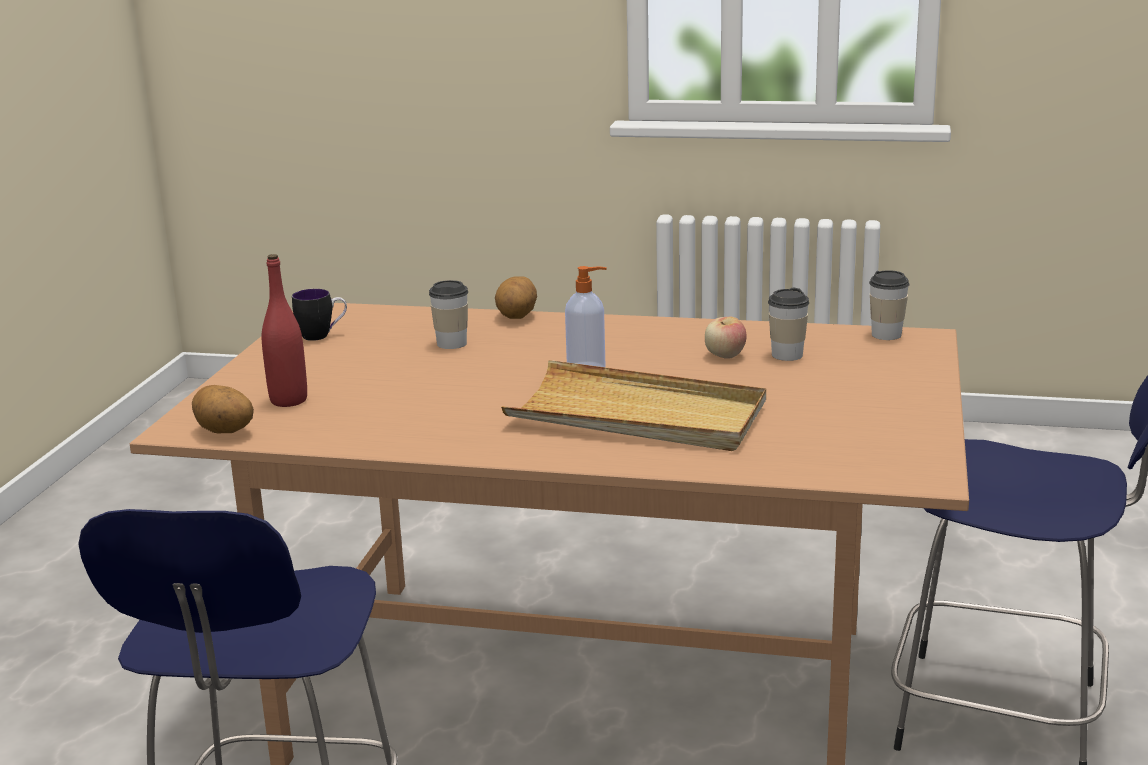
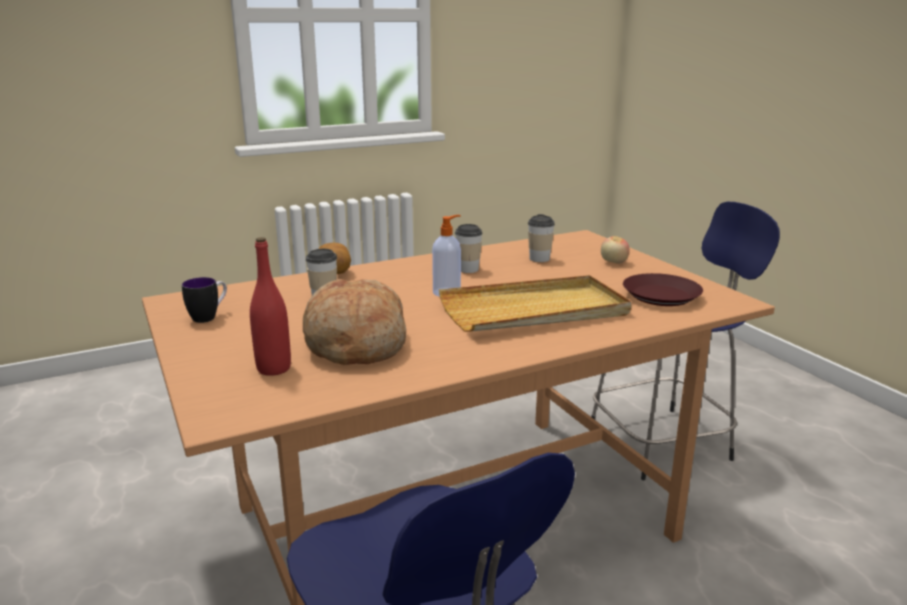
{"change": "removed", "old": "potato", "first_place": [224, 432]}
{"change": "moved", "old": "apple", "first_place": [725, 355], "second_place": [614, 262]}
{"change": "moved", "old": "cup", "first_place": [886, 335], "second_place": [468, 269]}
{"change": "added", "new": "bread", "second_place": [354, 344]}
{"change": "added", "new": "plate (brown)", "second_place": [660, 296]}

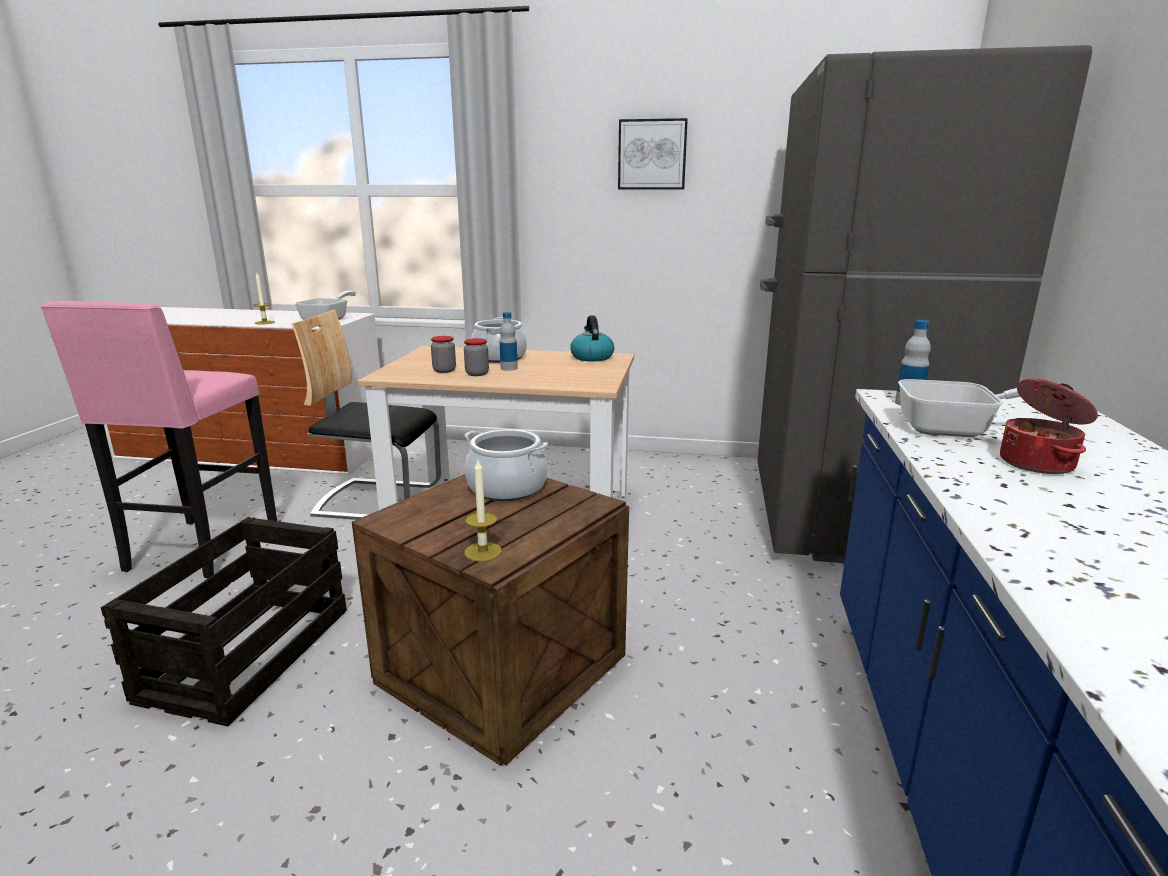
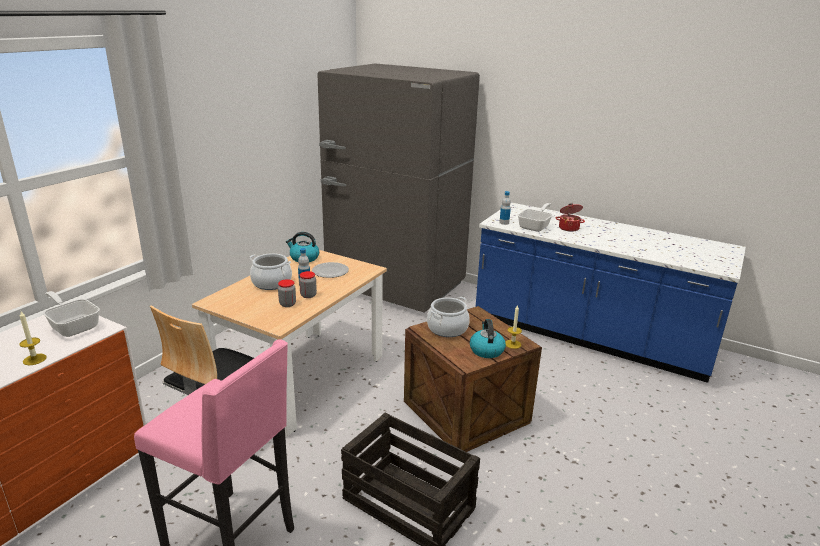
{"change": "removed", "old": "picture", "first_place": [652, 155]}
{"change": "added", "new": "plate", "second_place": [331, 271]}
{"change": "added", "new": "kettle", "second_place": [486, 350]}

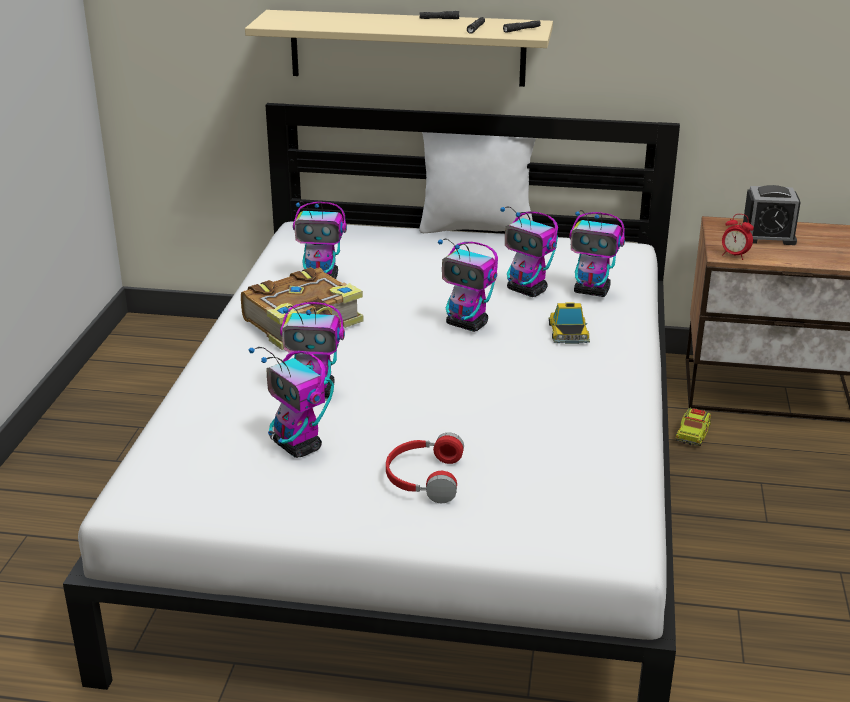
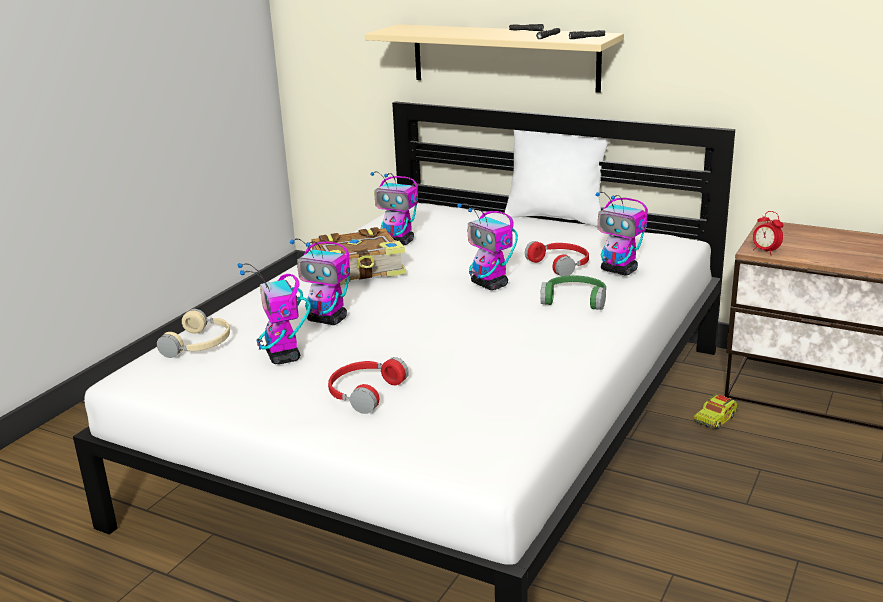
{"change": "replaced", "old": "toy robot", "new": "headphones (red)", "first_place": [527, 290], "second_place": [561, 265]}
{"change": "replaced", "old": "toy car", "new": "headphones (green)", "first_place": [568, 332], "second_place": [575, 299]}
{"change": "removed", "old": "alarm clock", "first_place": [767, 236]}
{"change": "added", "new": "headphones (beige)", "second_place": [200, 344]}

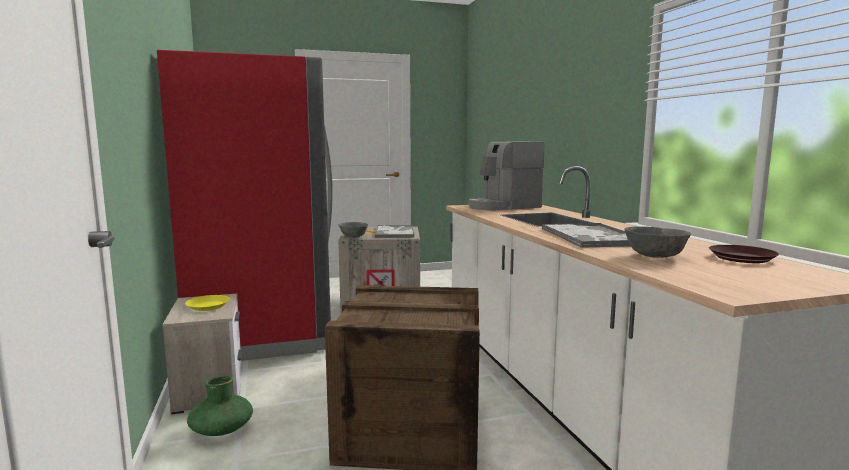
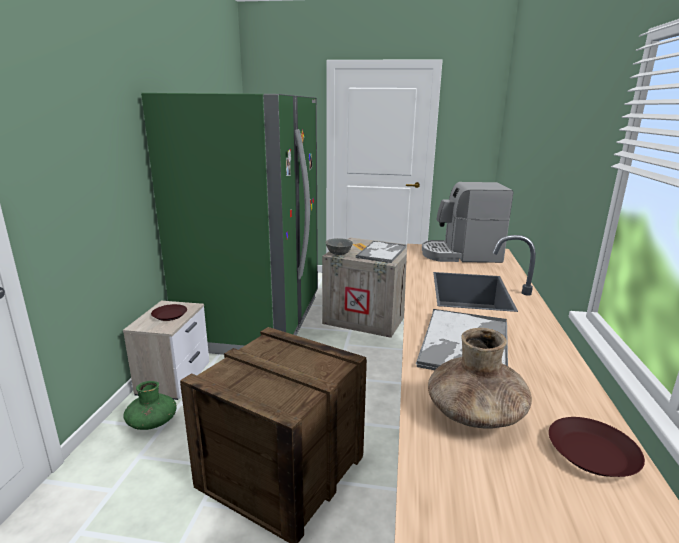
{"change": "recoloured", "old": "fridge (red)", "new": "fridge (green)", "first_place": [262, 328], "second_place": [255, 321]}
{"change": "recoloured", "old": "plate (yellow)", "new": "plate (brown)", "first_place": [207, 306], "second_place": [169, 315]}
{"change": "replaced", "old": "bowl (grey)", "new": "vase (brown)", "first_place": [655, 256], "second_place": [474, 414]}

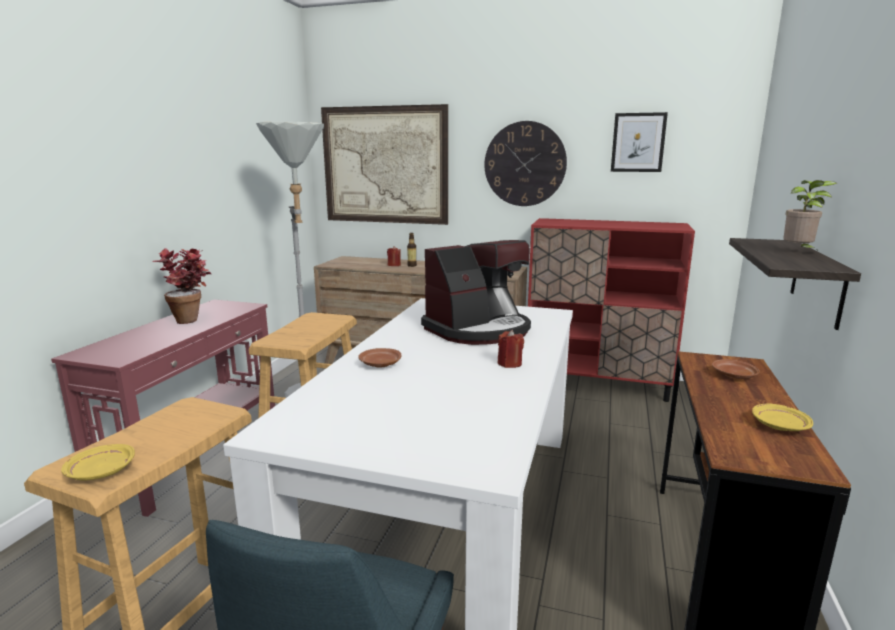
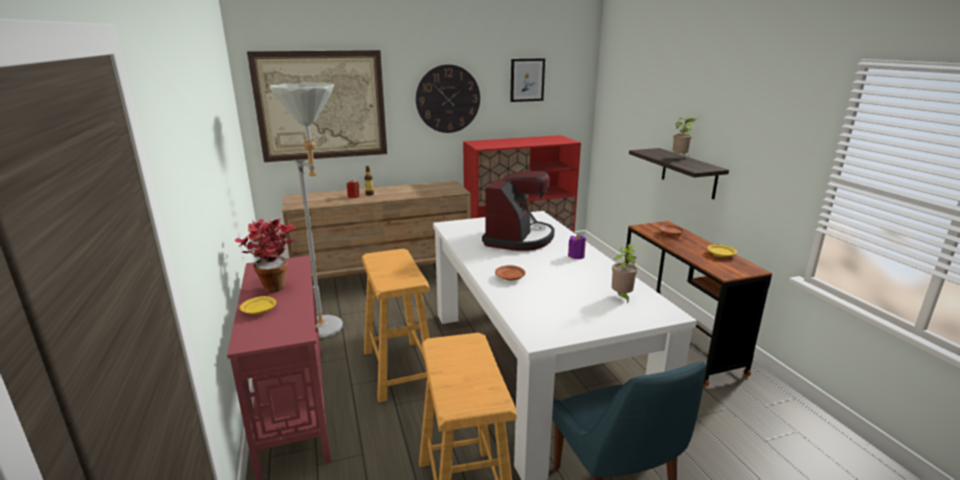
{"change": "moved", "old": "plate (yellow)", "first_place": [100, 472], "second_place": [259, 311]}
{"change": "recoloured", "old": "candle (red)", "new": "candle (purple)", "first_place": [509, 363], "second_place": [576, 256]}
{"change": "added", "new": "potted plant", "second_place": [621, 297]}

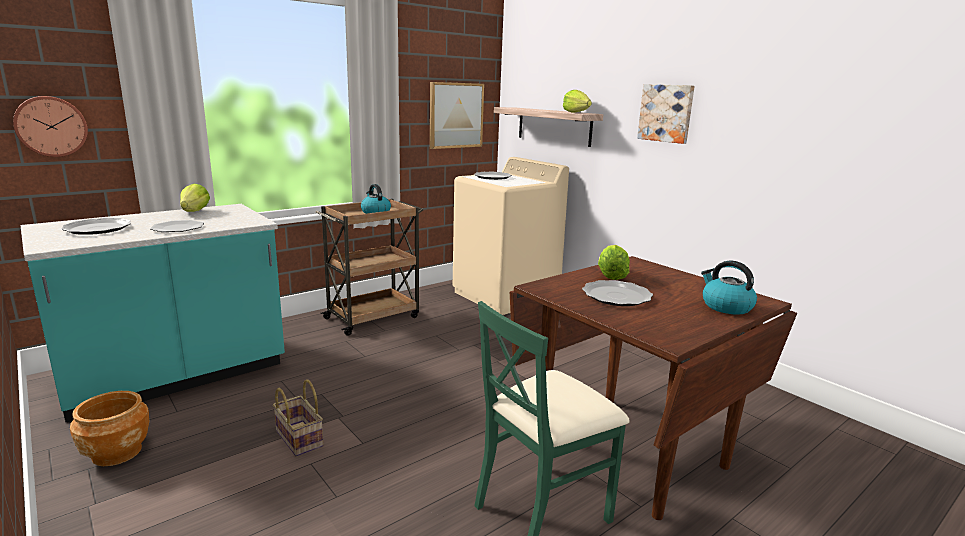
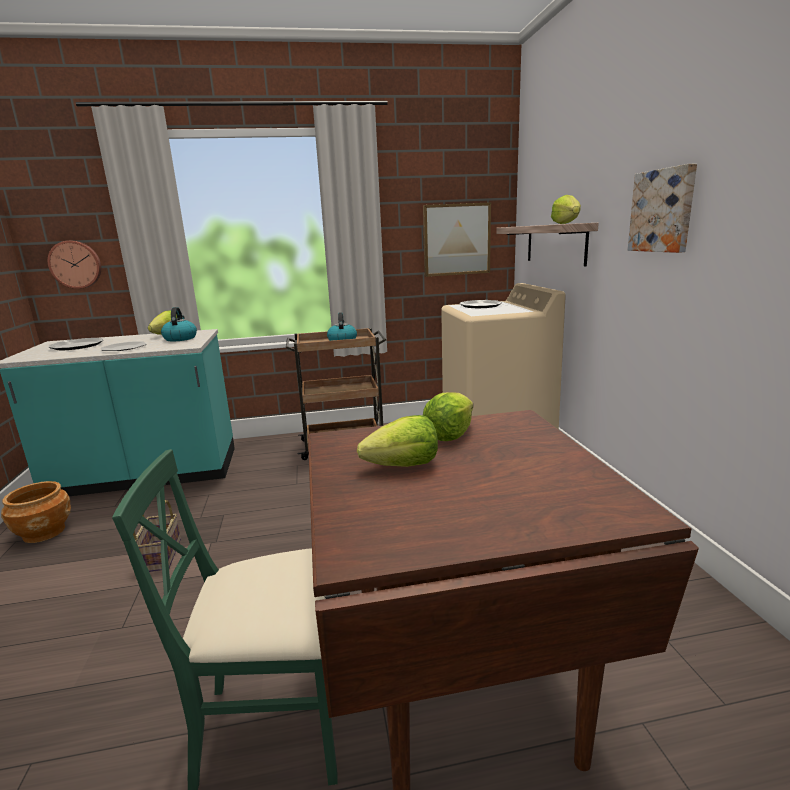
{"change": "replaced", "old": "plate", "new": "lettuce", "first_place": [617, 296], "second_place": [403, 466]}
{"change": "moved", "old": "kettle", "first_place": [725, 306], "second_place": [180, 338]}

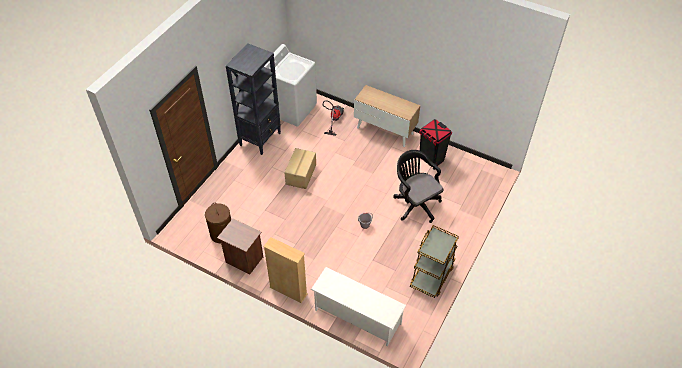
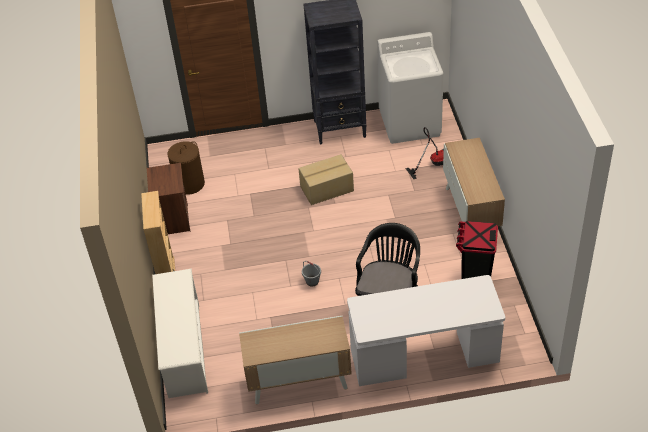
{"change": "replaced", "old": "cart (brown)", "new": "cabinet", "first_place": [432, 276], "second_place": [298, 382]}
{"change": "added", "new": "desk (white)", "second_place": [424, 357]}

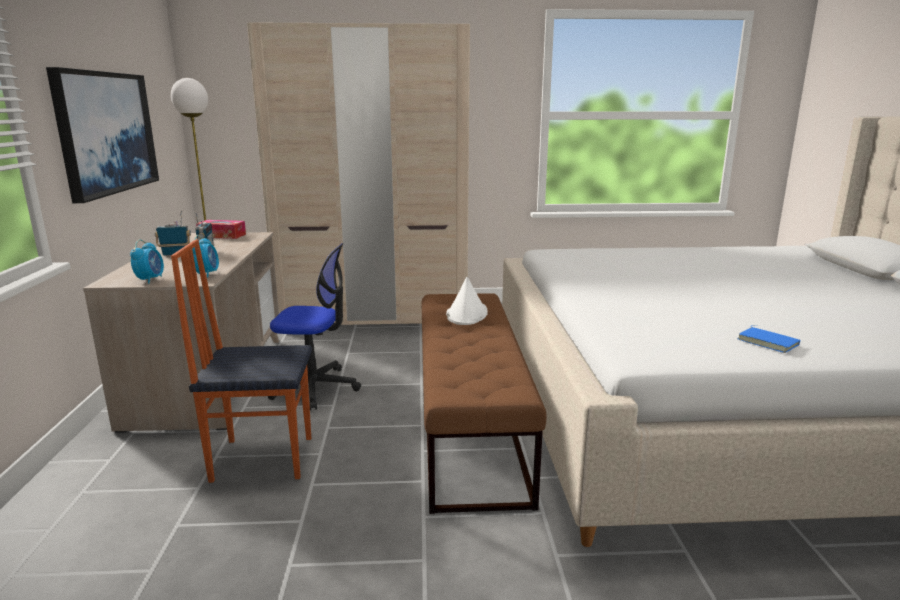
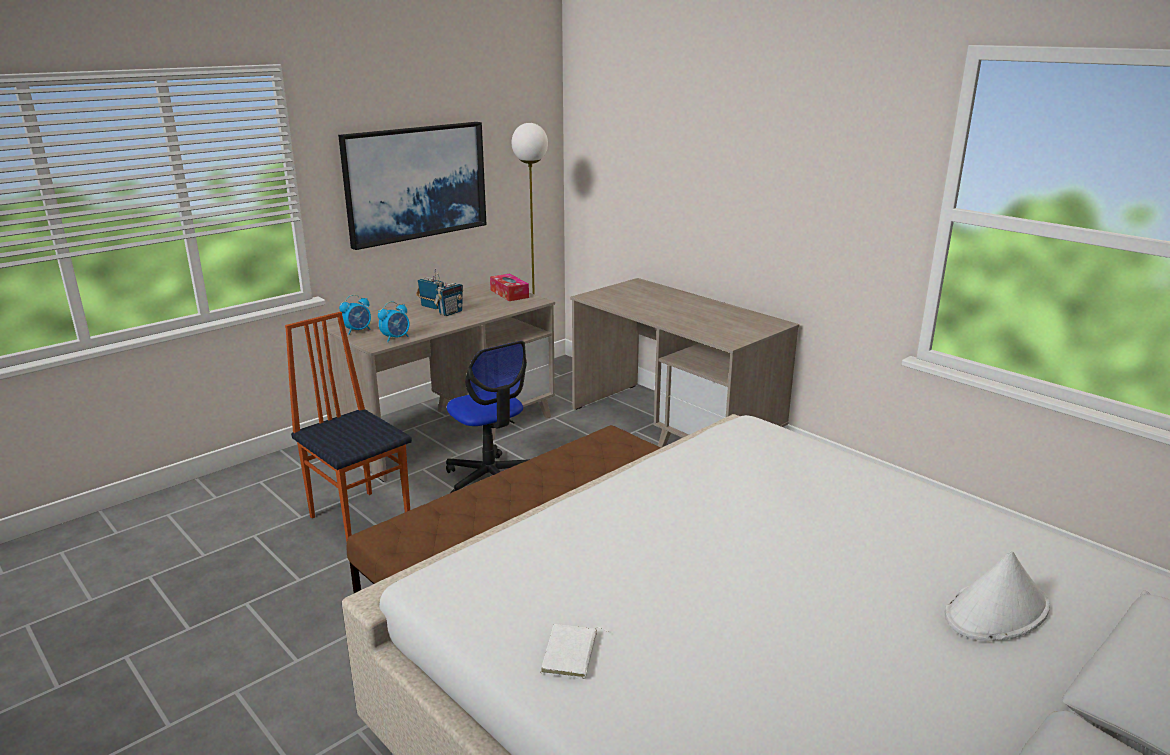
{"change": "replaced", "old": "wardrobe (beige)", "new": "desk (beige)", "first_place": [375, 316], "second_place": [675, 427]}
{"change": "moved", "old": "hat (white)", "first_place": [466, 314], "second_place": [996, 611]}
{"change": "recoloured", "old": "book (blue)", "new": "book (white)", "first_place": [768, 342], "second_place": [572, 655]}

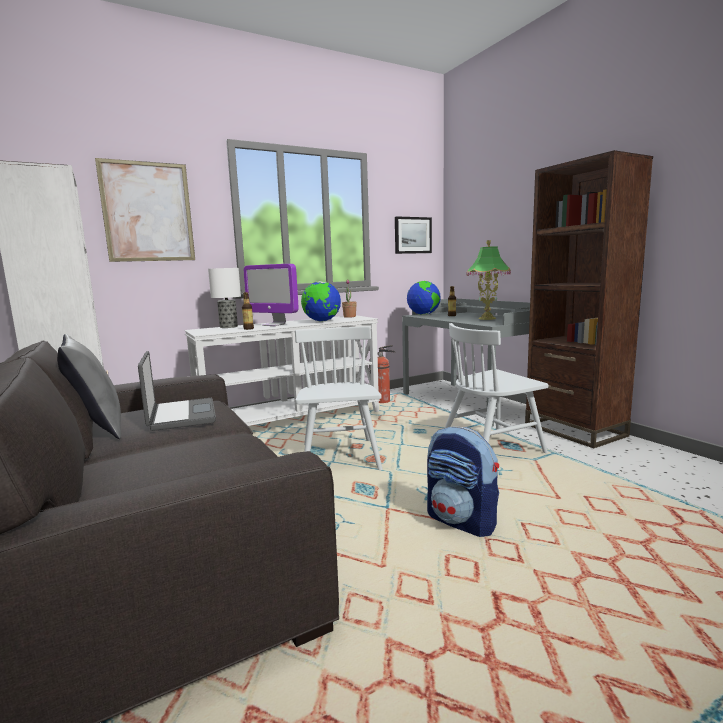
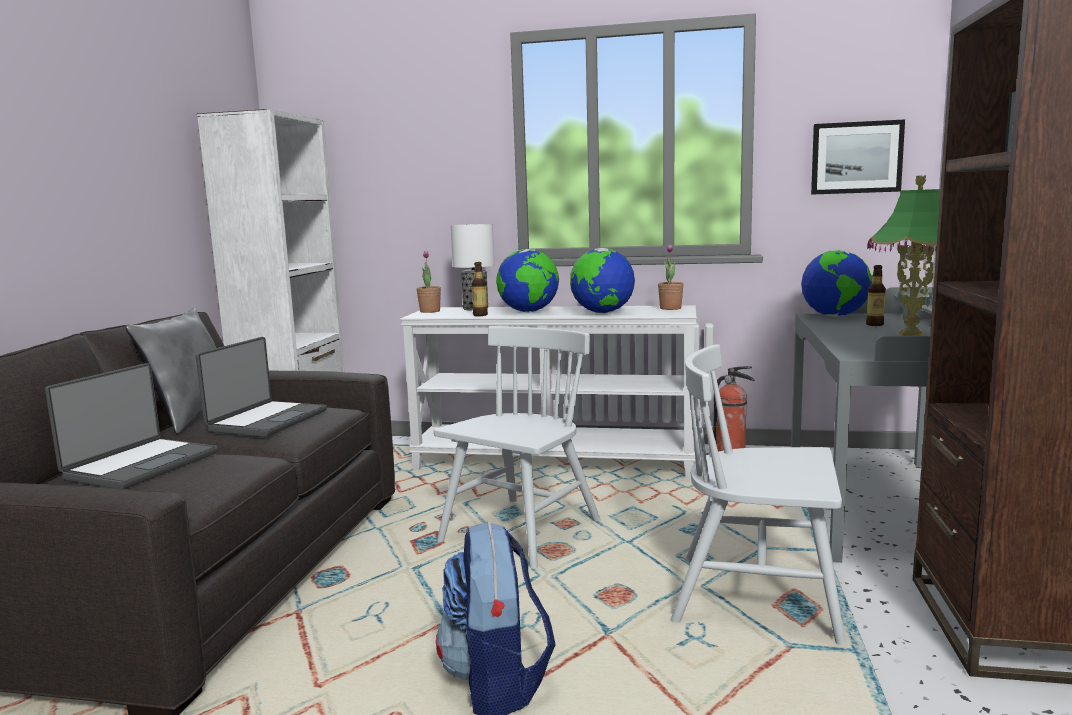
{"change": "removed", "old": "picture", "first_place": [148, 212]}
{"change": "replaced", "old": "monitor", "new": "globe", "first_place": [274, 325], "second_place": [528, 312]}
{"change": "added", "new": "laptop", "second_place": [140, 465]}
{"change": "added", "new": "potted plant", "second_place": [430, 311]}

